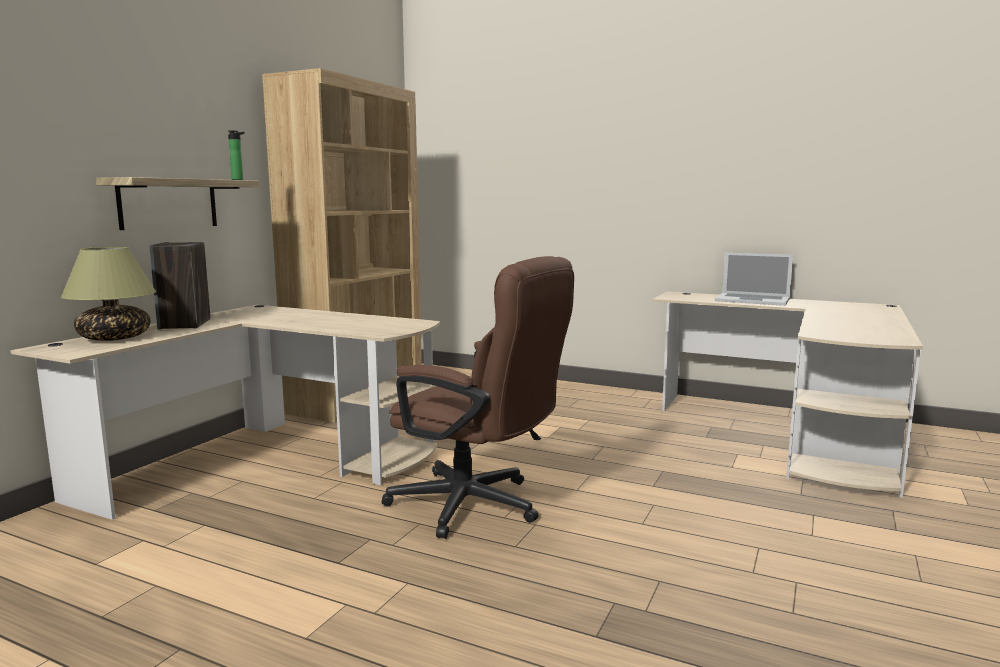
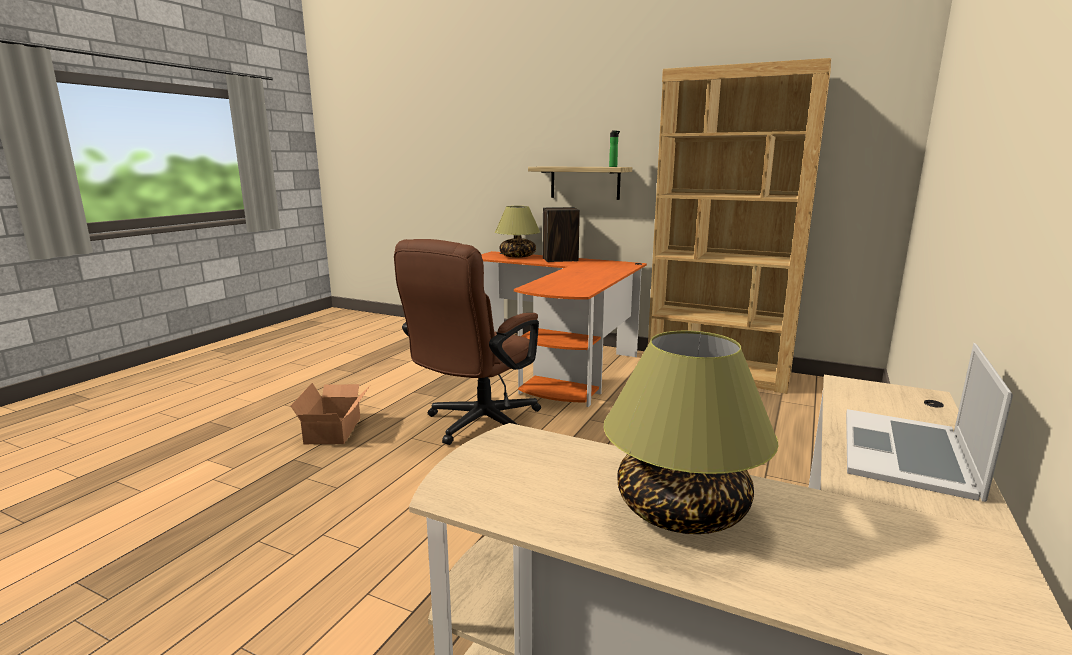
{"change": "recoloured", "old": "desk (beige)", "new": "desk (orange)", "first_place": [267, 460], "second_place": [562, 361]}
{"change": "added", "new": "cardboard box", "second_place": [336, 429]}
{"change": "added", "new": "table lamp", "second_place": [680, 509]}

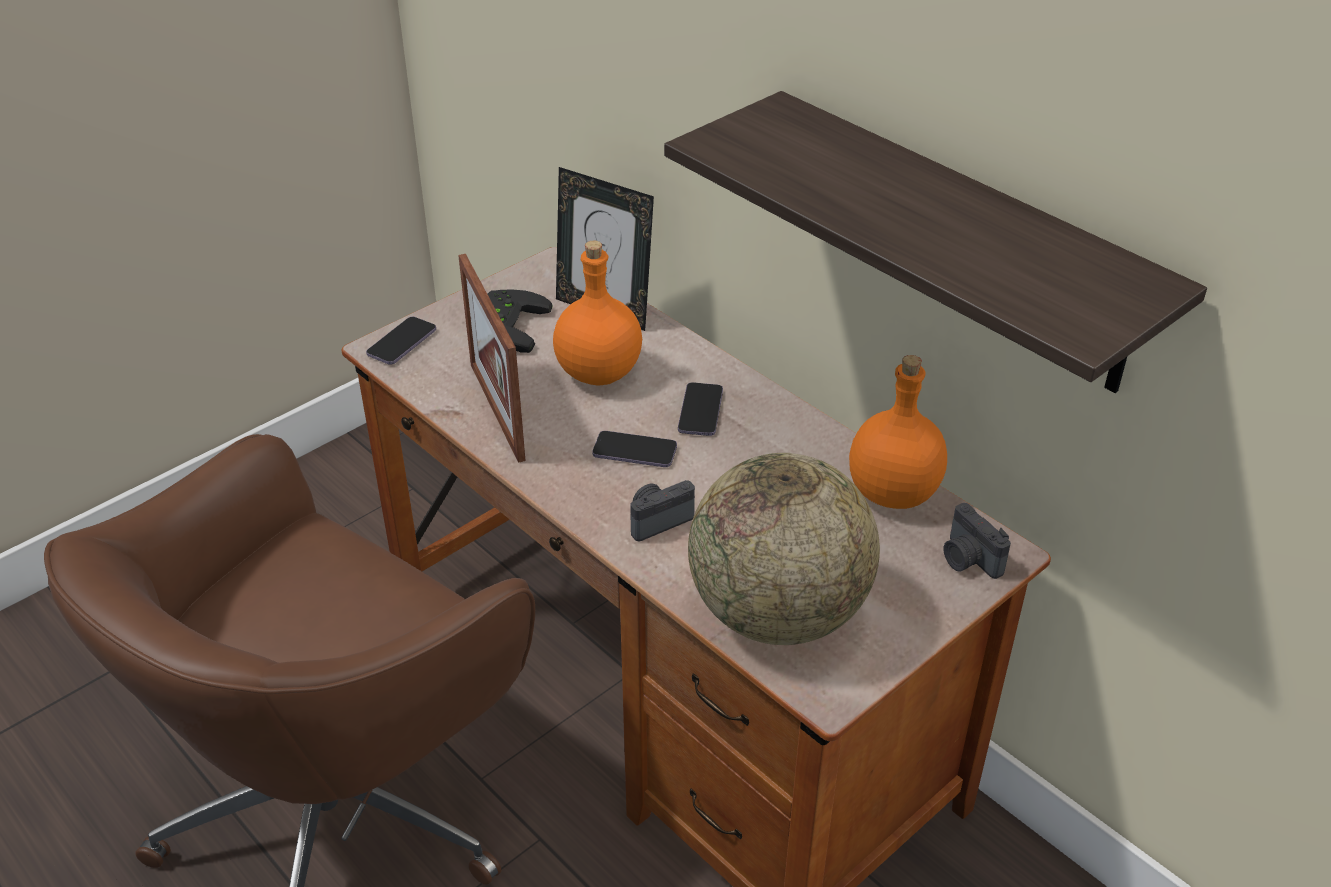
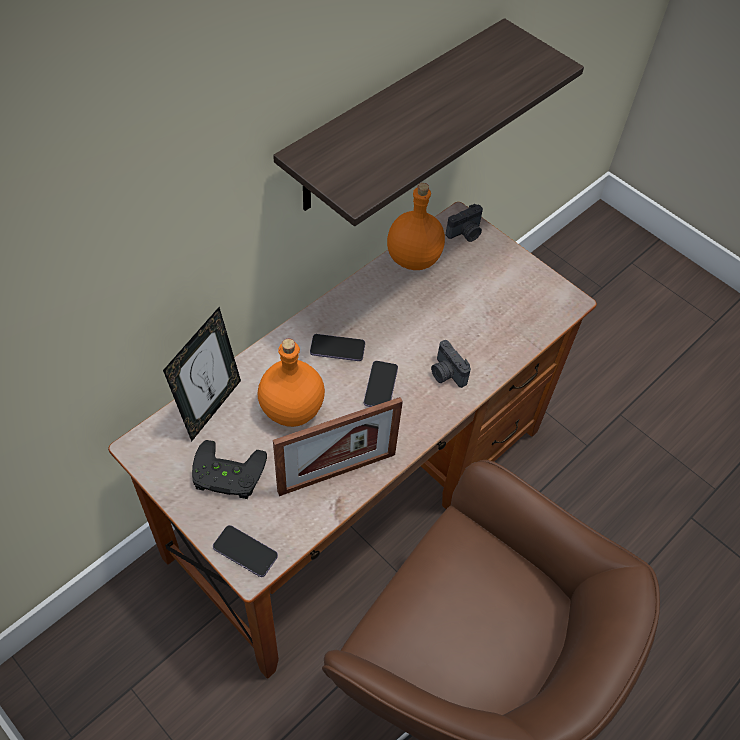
{"change": "removed", "old": "globe", "first_place": [778, 613]}

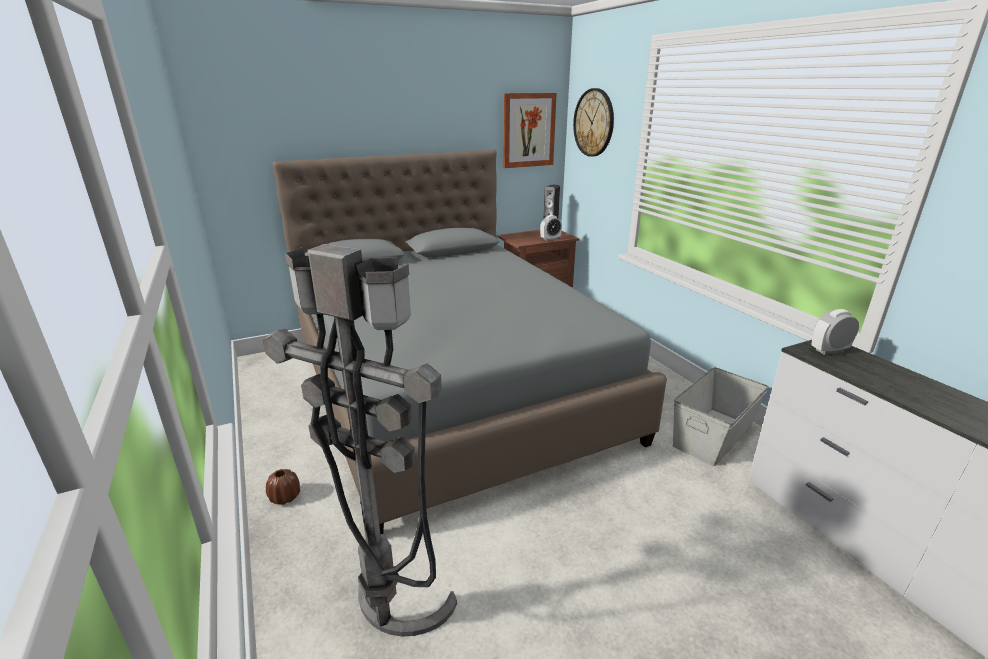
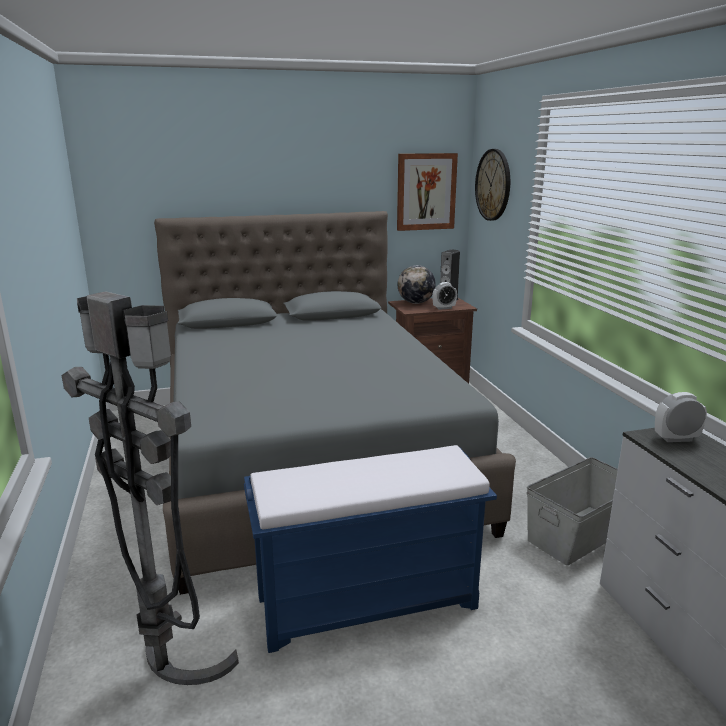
{"change": "removed", "old": "vase (brown)", "first_place": [285, 497]}
{"change": "added", "new": "bench (blue)", "second_place": [369, 601]}
{"change": "added", "new": "globe", "second_place": [416, 303]}

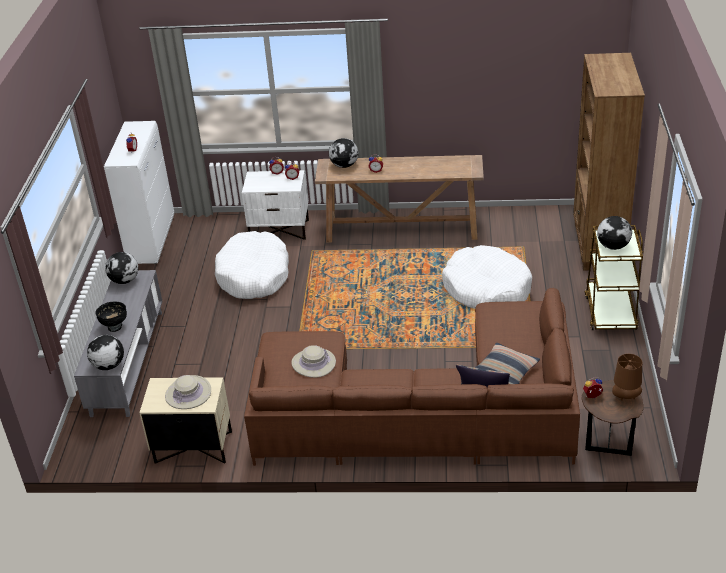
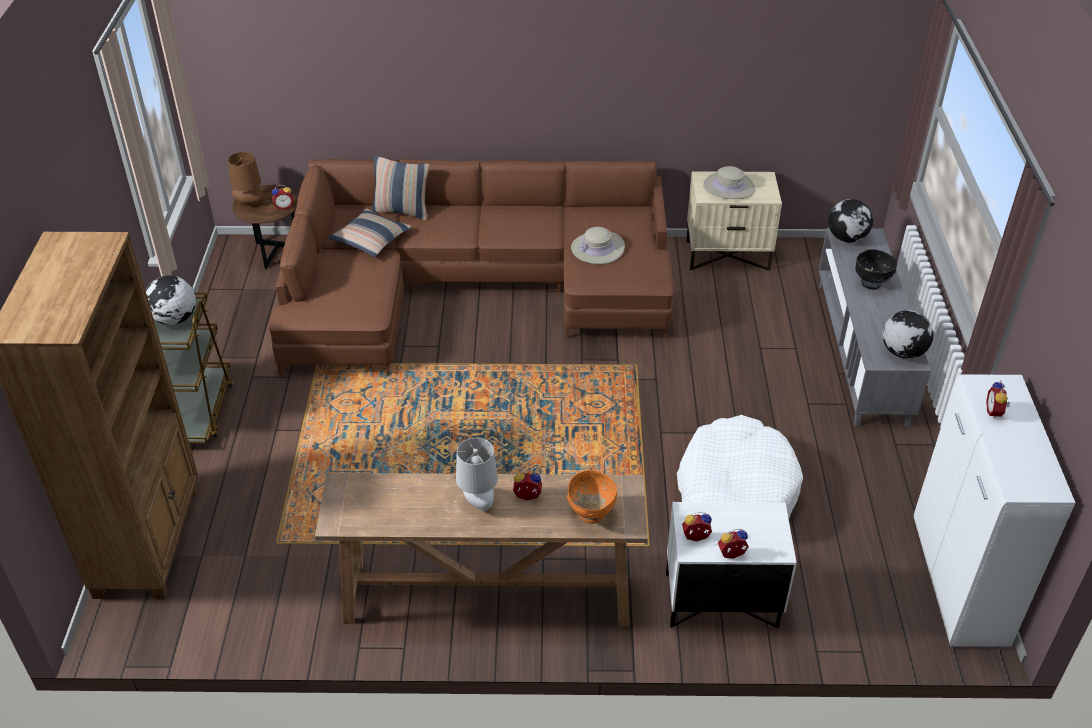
{"change": "replaced", "old": "globe", "new": "bowl (orange)", "first_place": [344, 165], "second_place": [590, 514]}
{"change": "removed", "old": "dog bed (white)", "first_place": [487, 289]}
{"change": "added", "new": "table lamp (grey)", "second_place": [478, 503]}

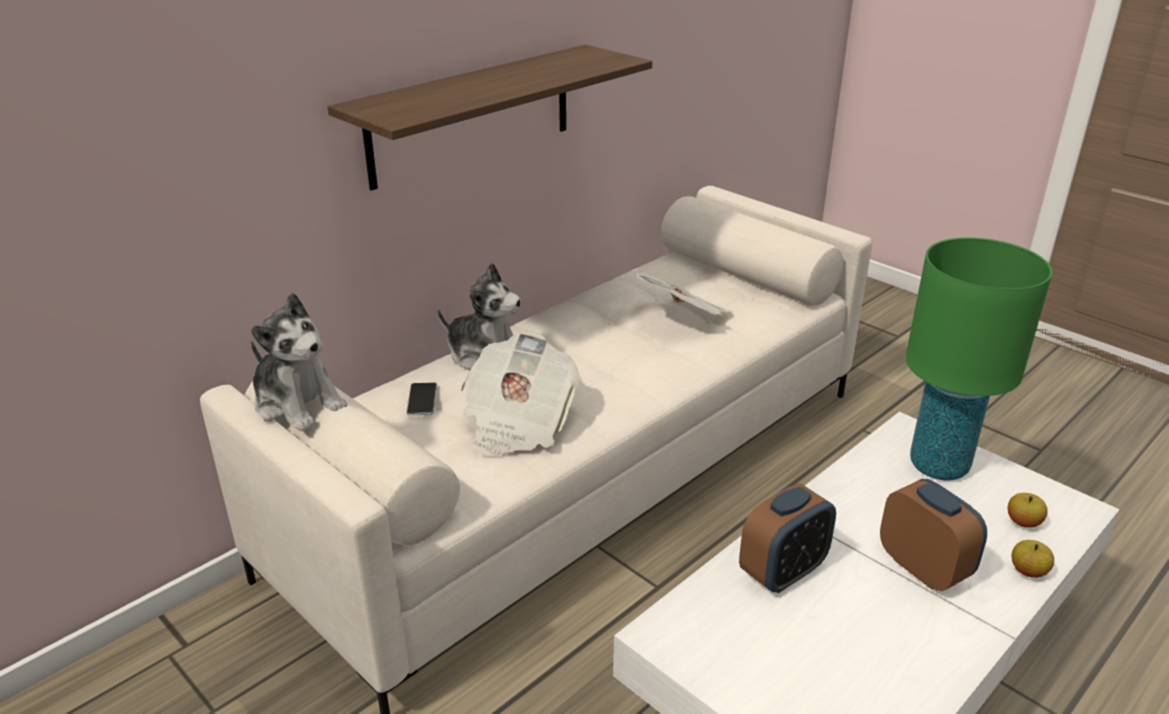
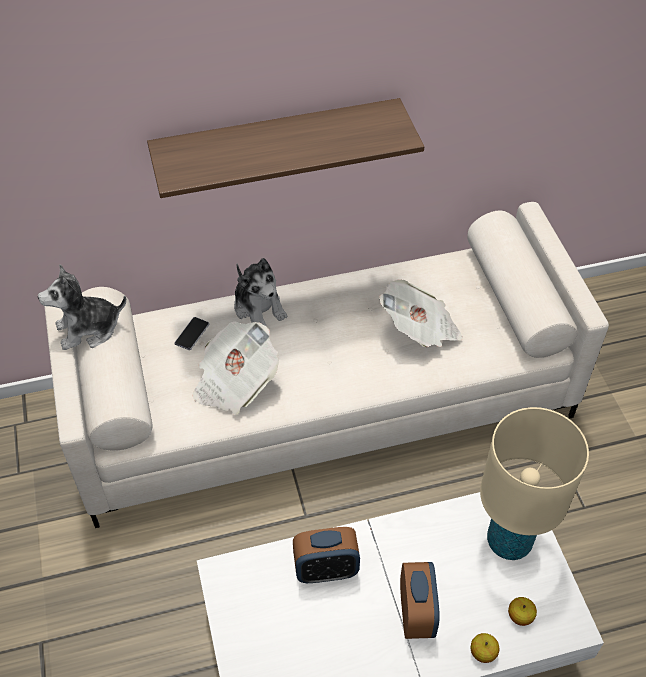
{"change": "turned", "old": "plush toy", "first_place": [298, 403], "second_place": [88, 329], "degrees": 90}
{"change": "recoloured", "old": "table lamp (green)", "new": "table lamp (beige)", "first_place": [939, 466], "second_place": [509, 542]}

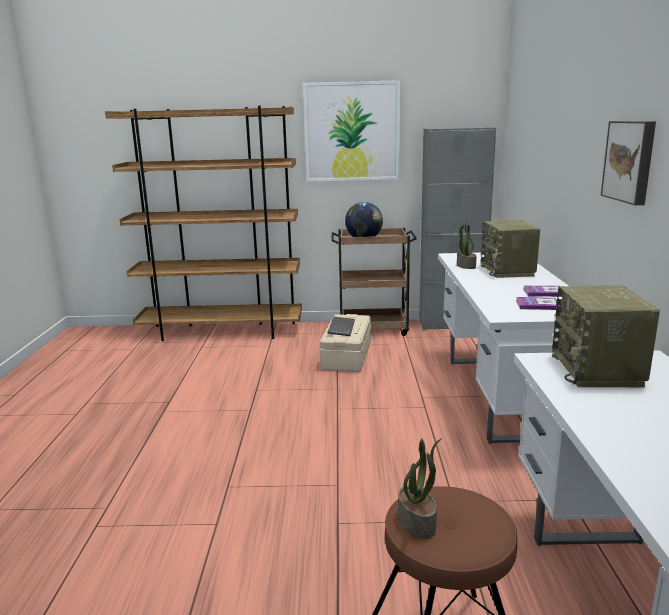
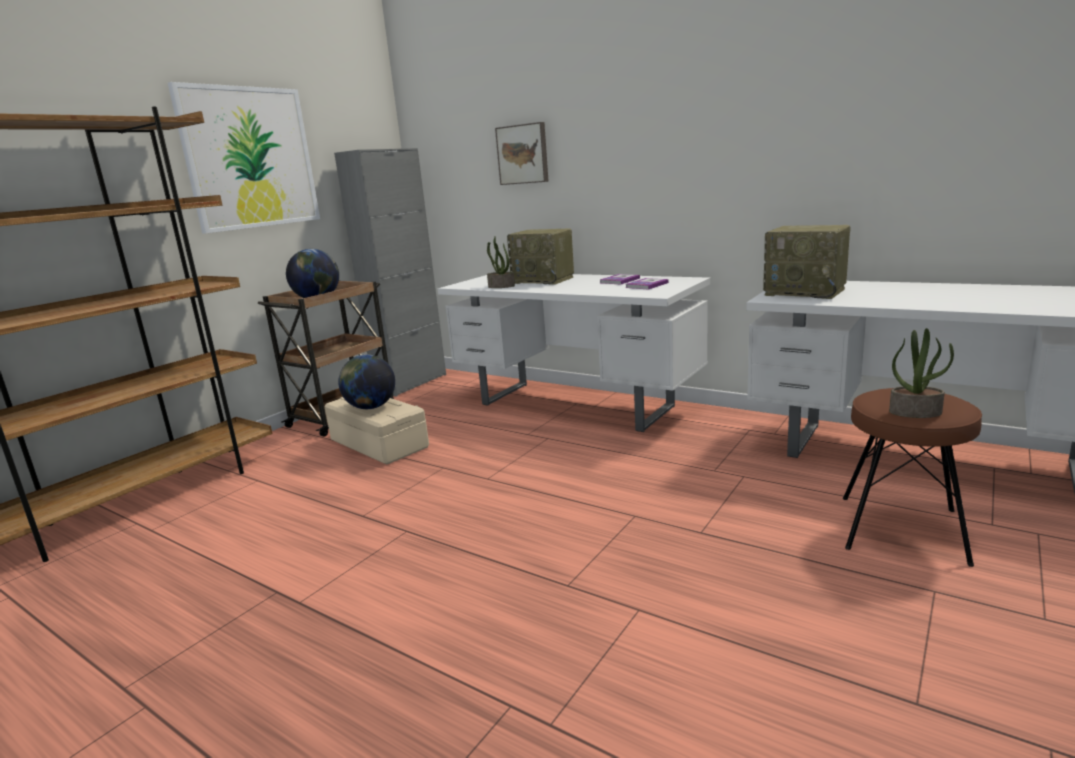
{"change": "replaced", "old": "keyboard", "new": "globe", "first_place": [340, 327], "second_place": [370, 407]}
{"change": "moved", "old": "picture", "first_place": [630, 161], "second_place": [523, 154]}

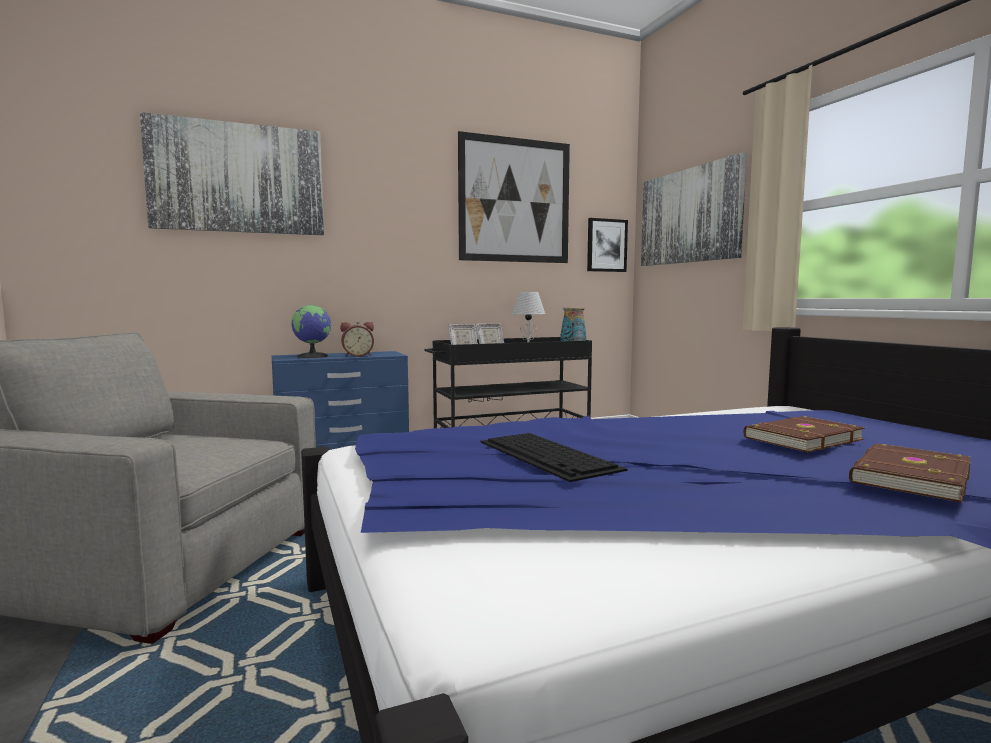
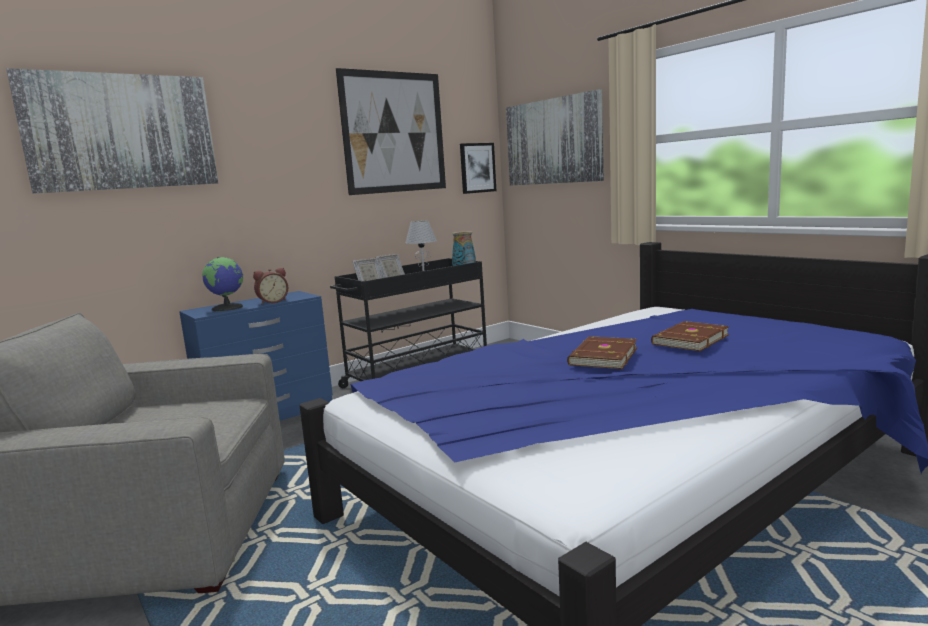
{"change": "removed", "old": "keyboard", "first_place": [549, 455]}
{"change": "moved", "old": "book (brown)", "first_place": [907, 477], "second_place": [602, 356]}

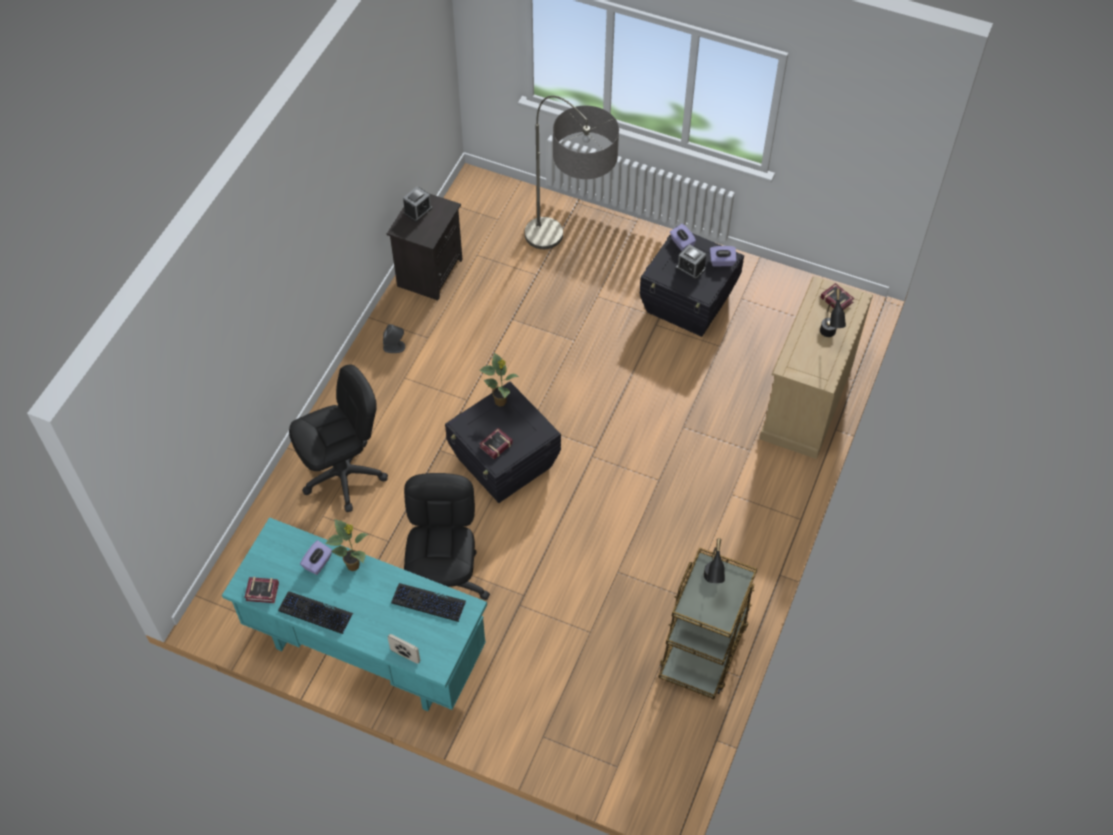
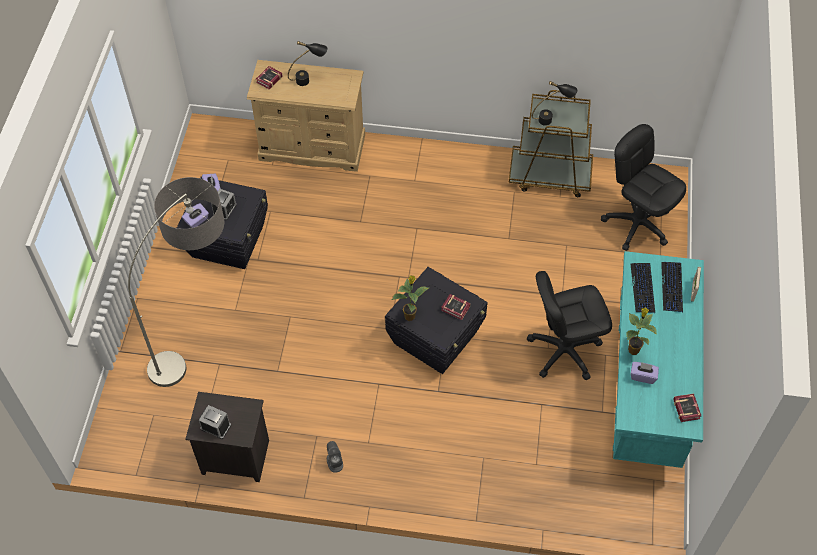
{"change": "moved", "old": "keyboard", "first_place": [315, 613], "second_place": [672, 287]}
{"change": "moved", "old": "office chair (black)", "first_place": [344, 475], "second_place": [637, 224]}

